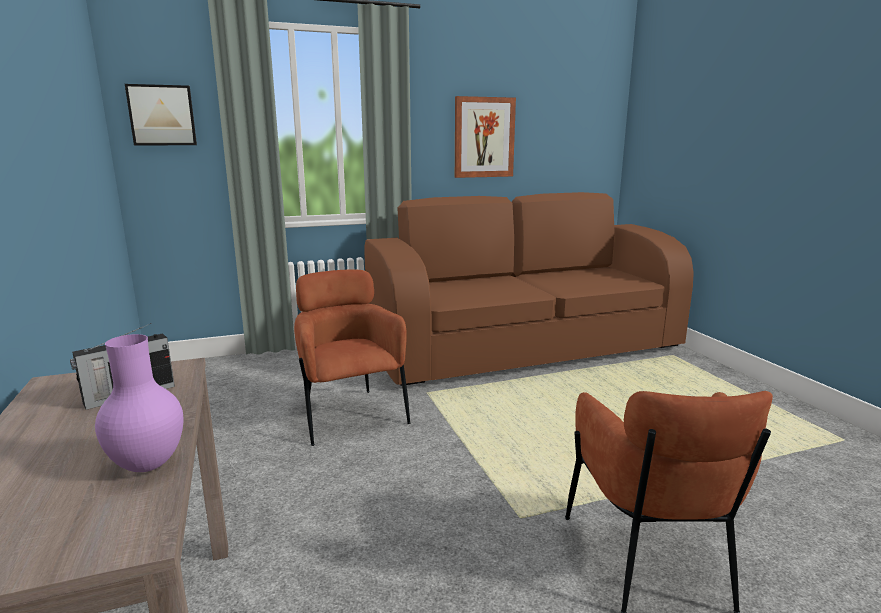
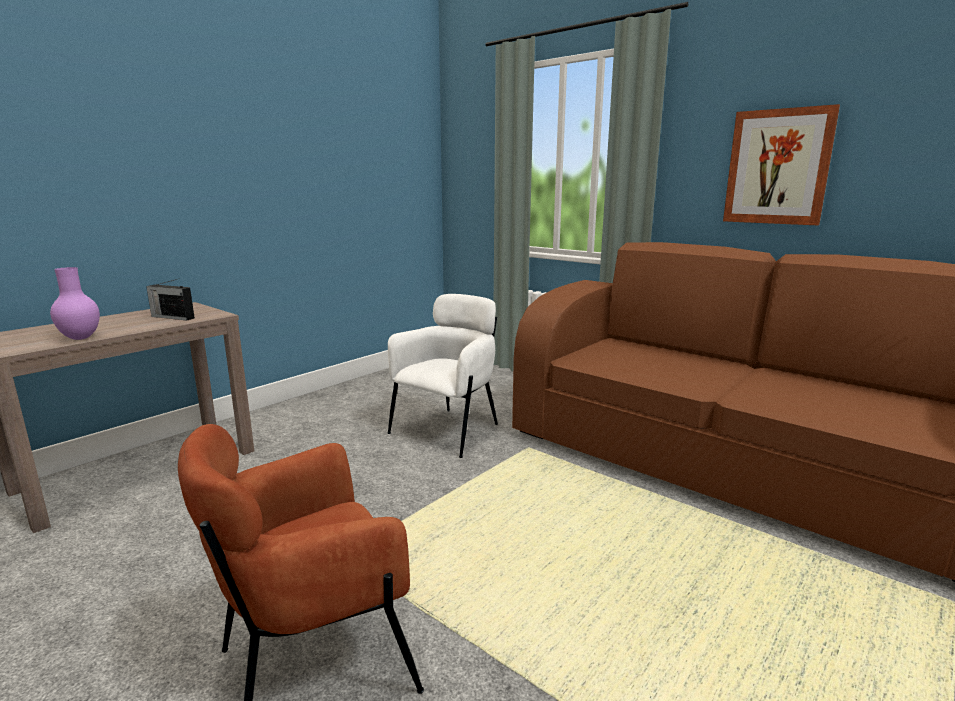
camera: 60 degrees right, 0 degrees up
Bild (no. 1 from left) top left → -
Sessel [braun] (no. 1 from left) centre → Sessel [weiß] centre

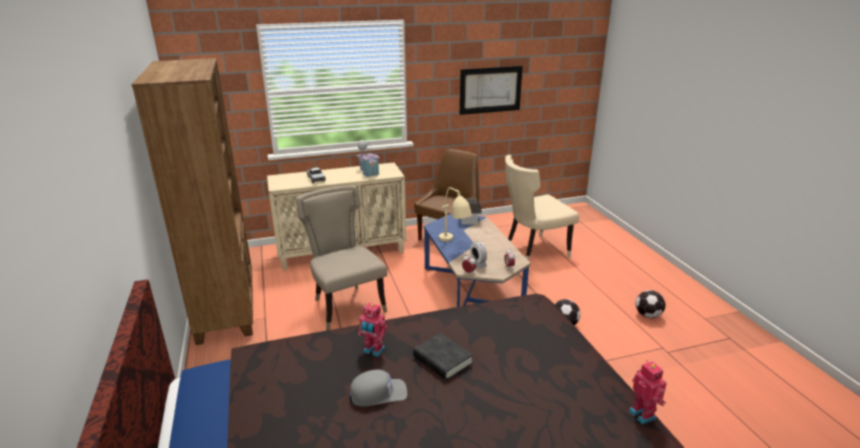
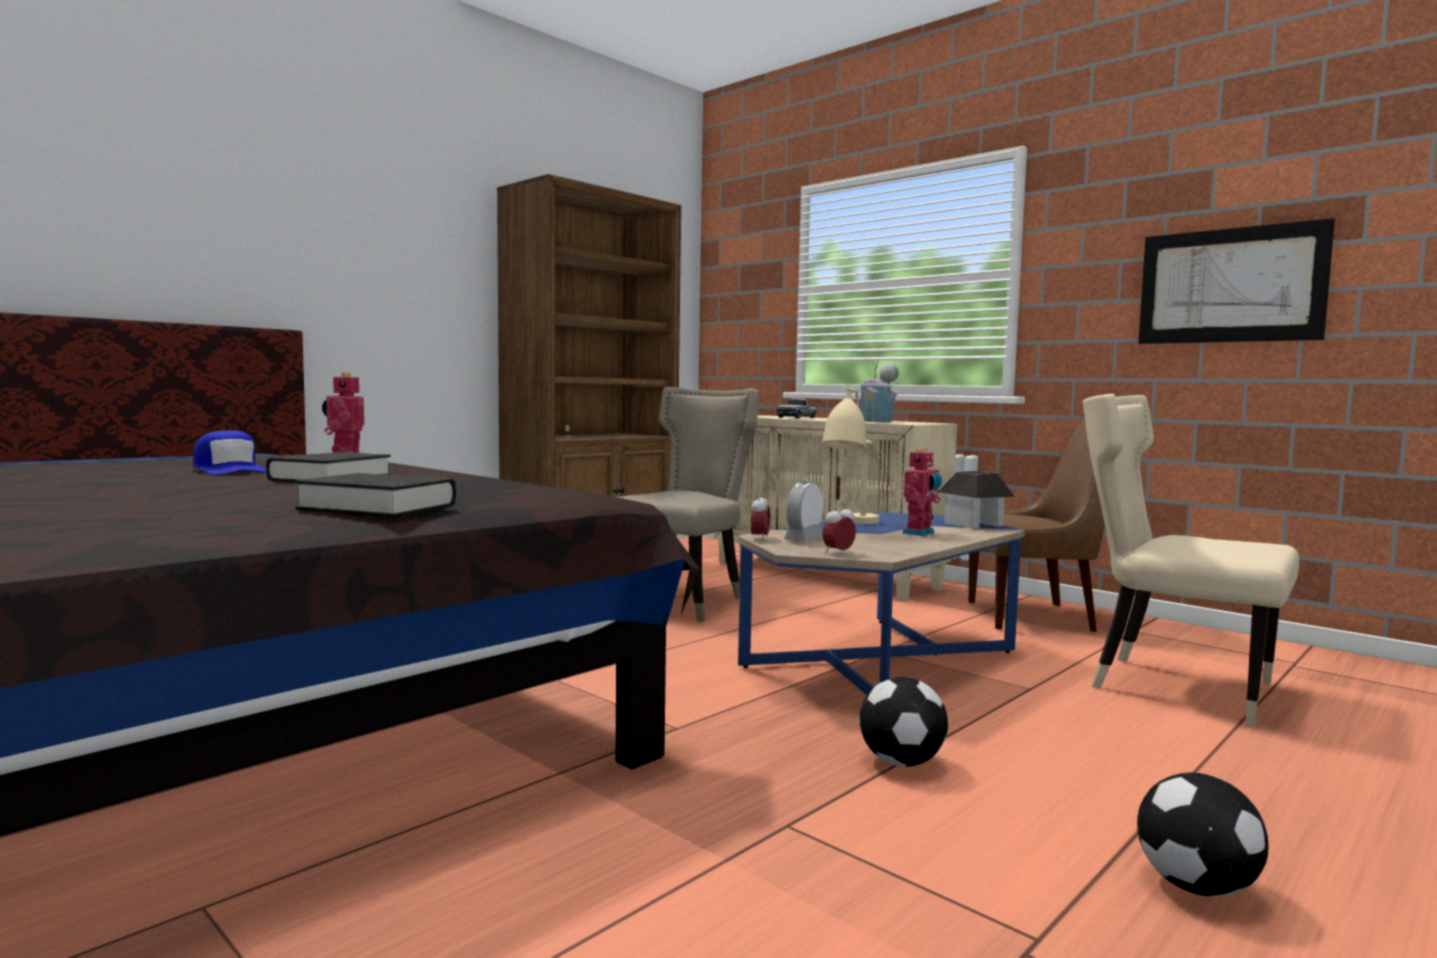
camera: 60 degrees right, 20 degrees down
Spielzeugroboter (no. 2 from left) bottom right → Spielzeugroboter (no. 2 from left) centre, shifted
Kappe [grau] bottom centre → Kappe [blau] middle left
- → Buch [schwarz] (no. 2 from left) middle left

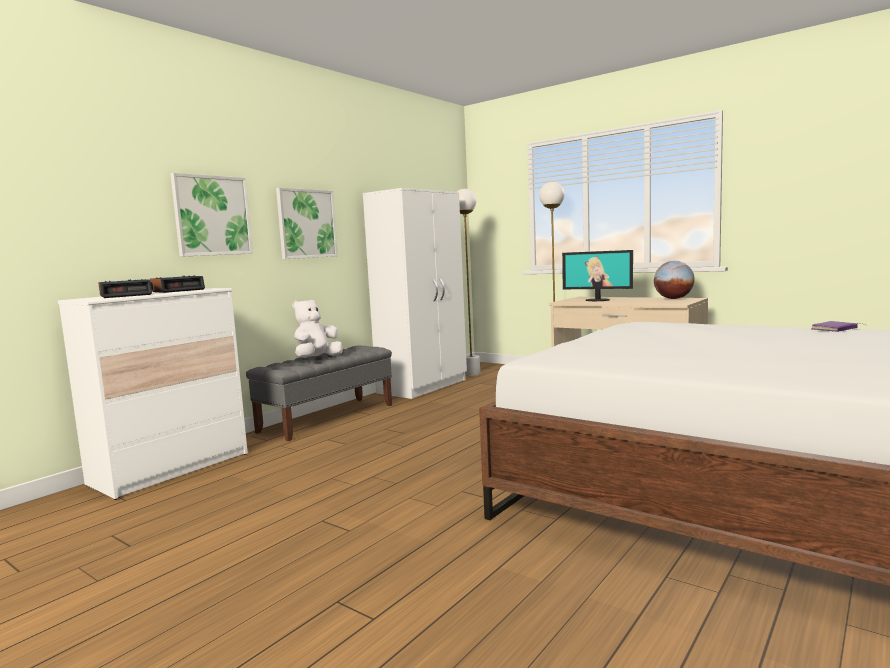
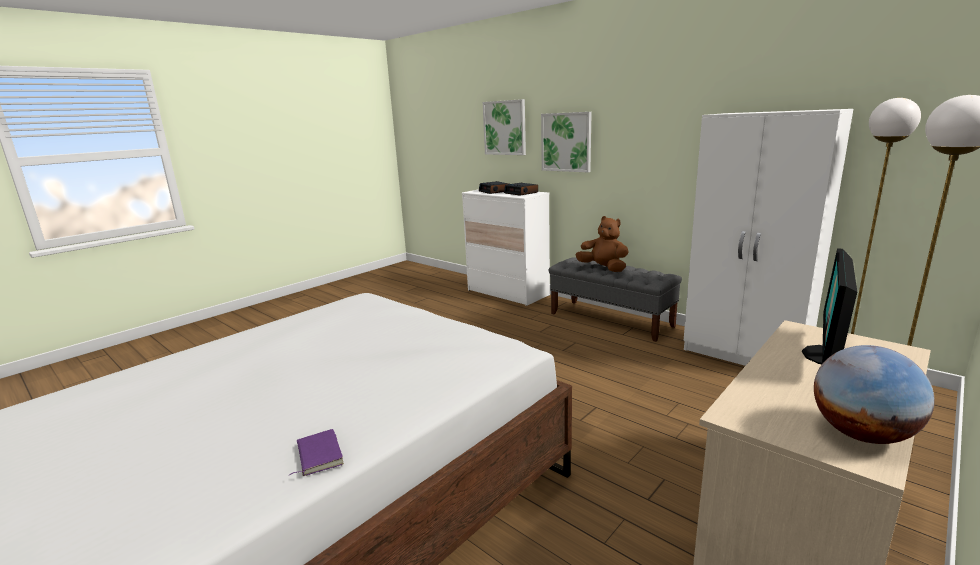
camera: 95 degrees right, 10 degrees up
Bild (no. 2 from left in the first image) centre → Bild (no. 1 from left) top centre, shifted
Plüschtier [weiß] centre → Plüschtier [braun] centre

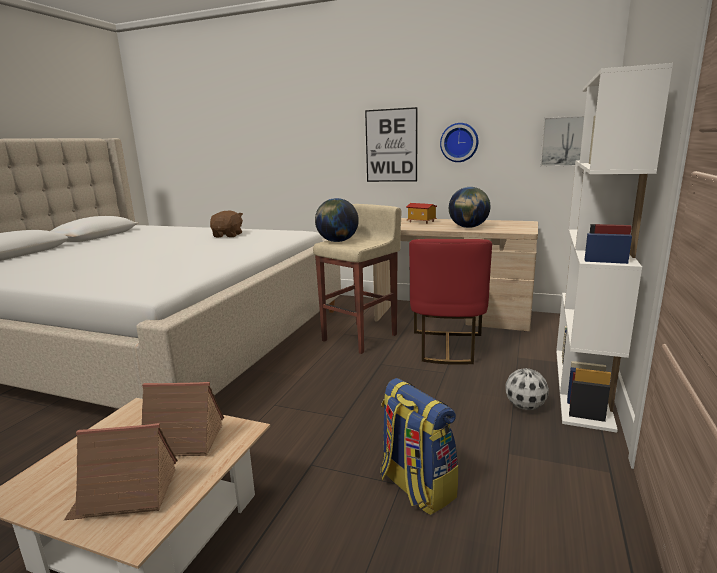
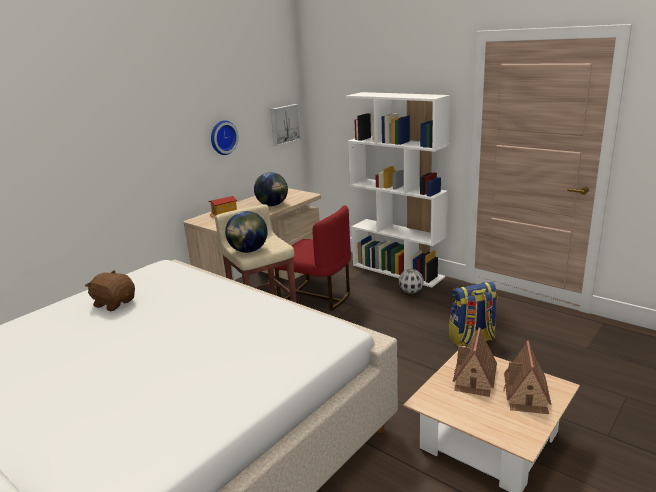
camera: 70 degrees left, 5 degrees up
Bild (no. 1 from left) top centre → -

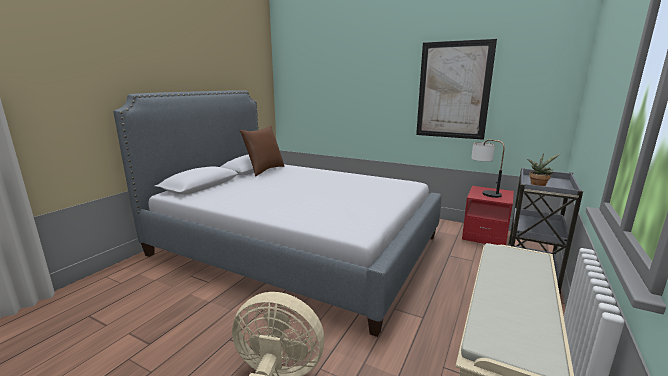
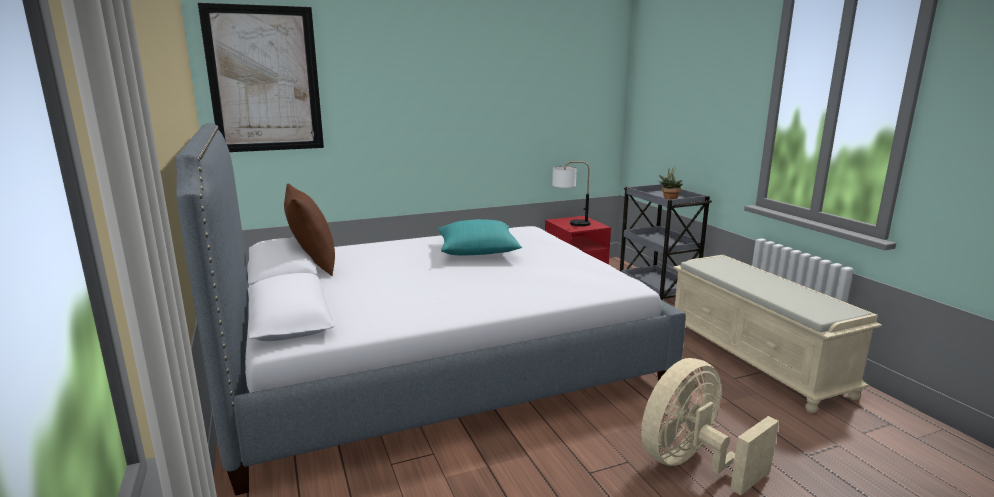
camera: 50 degrees left, 0 degrees up
Bild top right → Bild top left, shifted
- → Kissen [türkis] centre

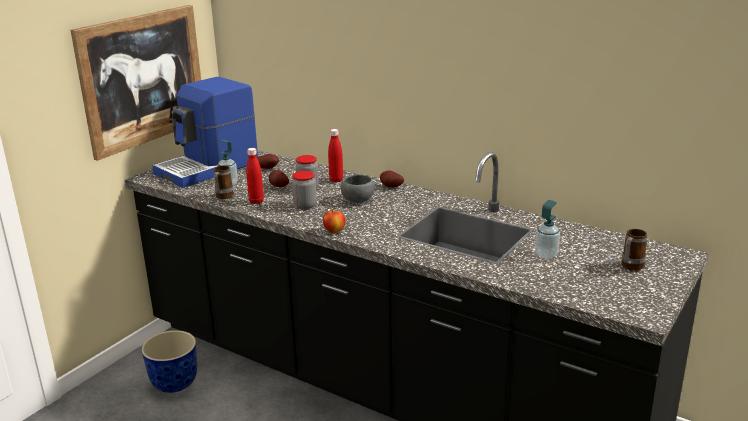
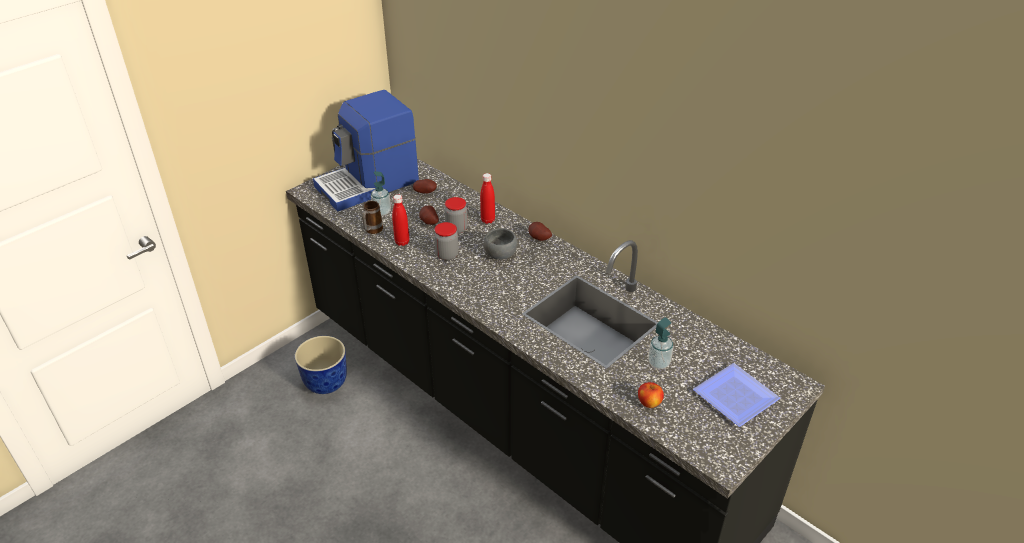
camera: 10 degrees right, 15 degrees up
Bild top left → -
Apfel centre → Apfel bottom centre, shifted
Henkelbecher (no. 2 from left) middle right → Teller bottom right

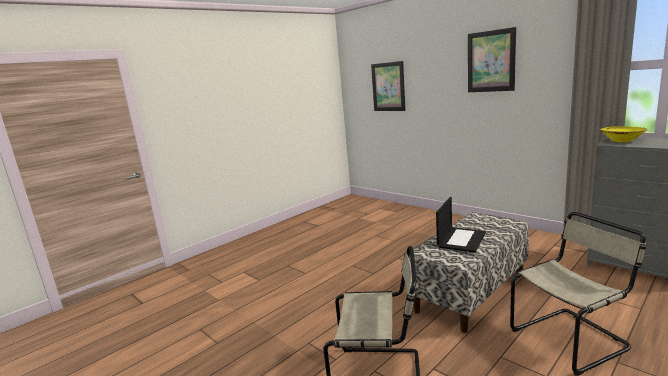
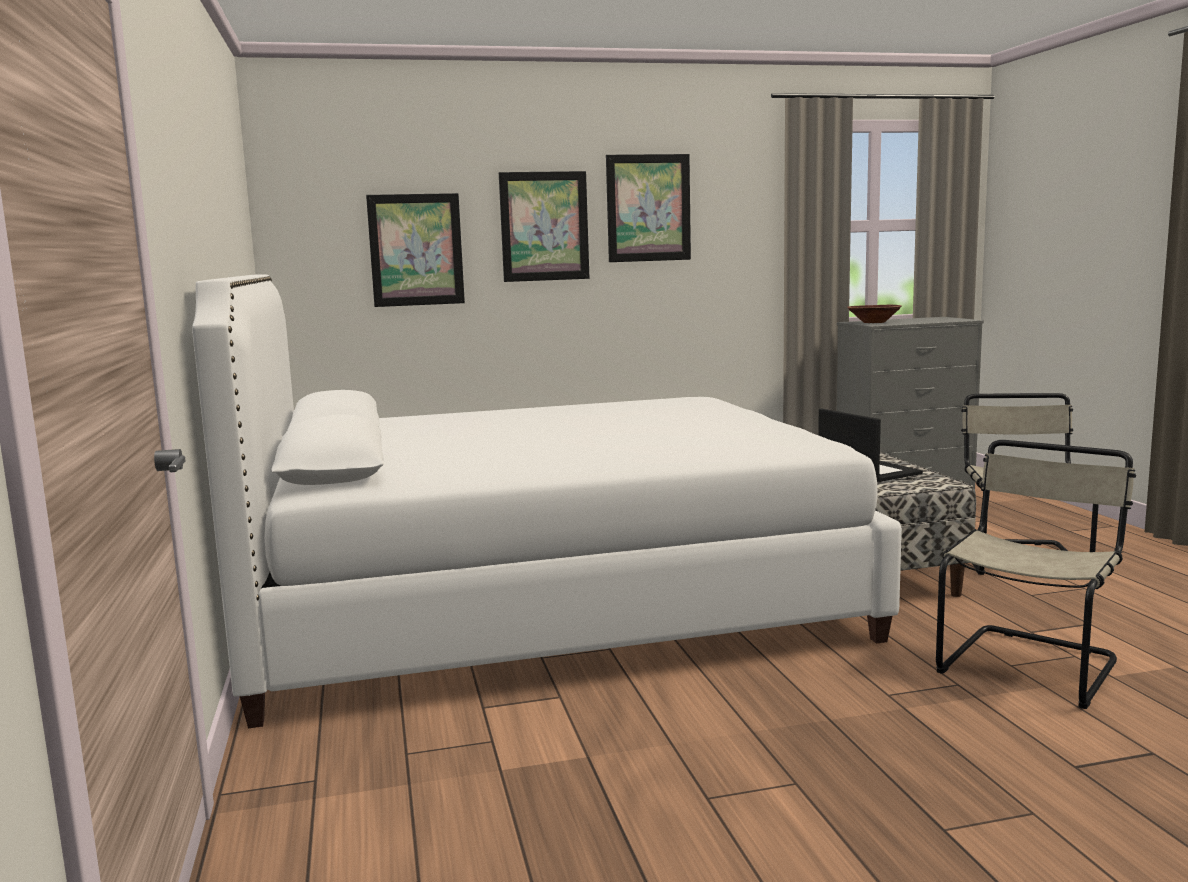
camera: 60 degrees left, 5 degrees down
Schüssel [gelb] middle right → Schüssel [braun] middle right
- → Bild (no. 2 from left) top centre
- → Bett [weiß] centre

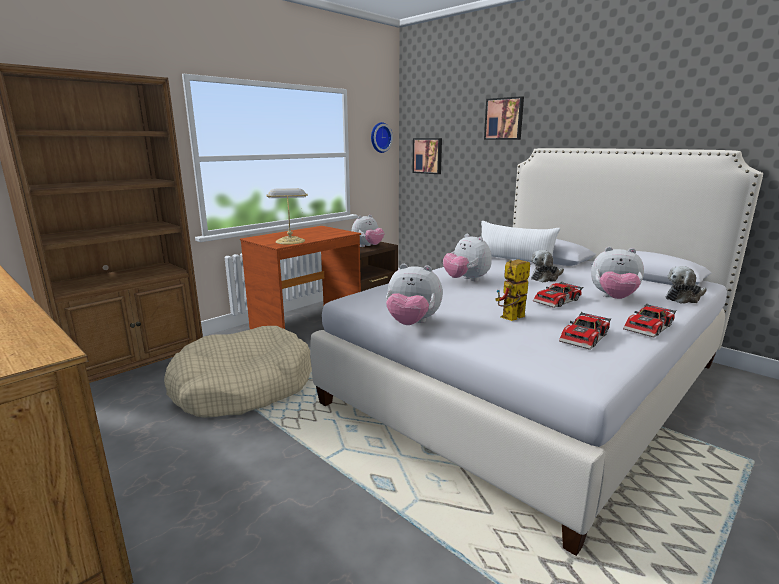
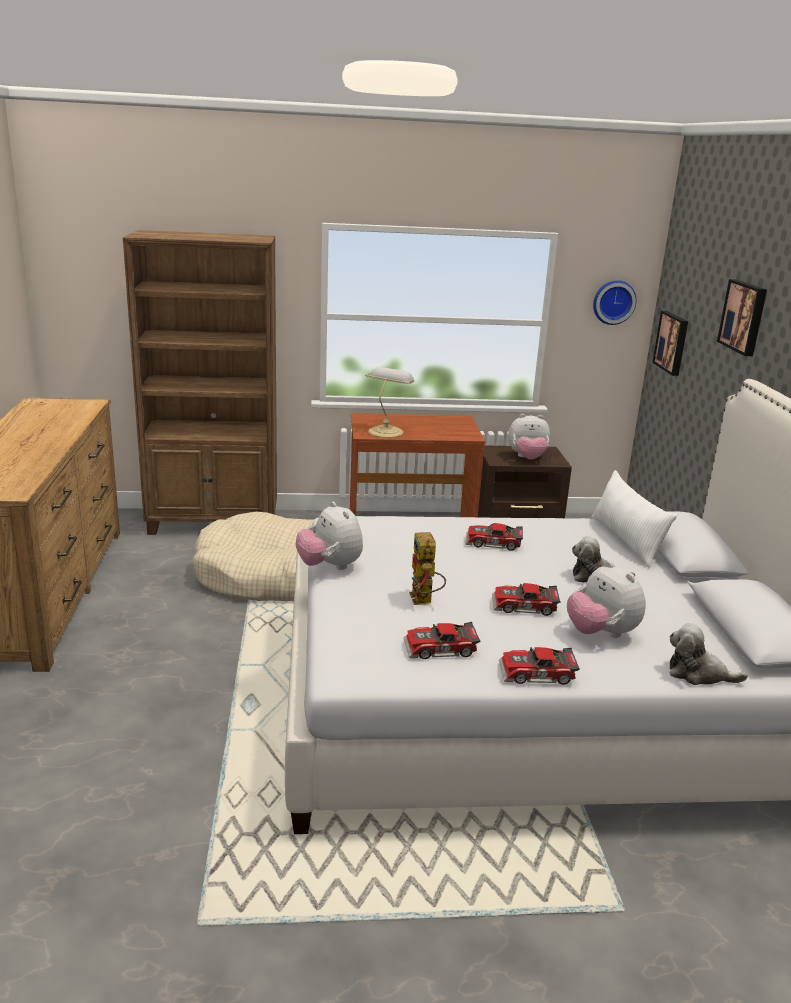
camera: 40 degrees right, 5 degrees up
Plüschtier (no. 3 from left) centre → Spielzeugauto (no. 2 from left) centre
Spielzeugroboter centre, 105 degrees counterclockwise

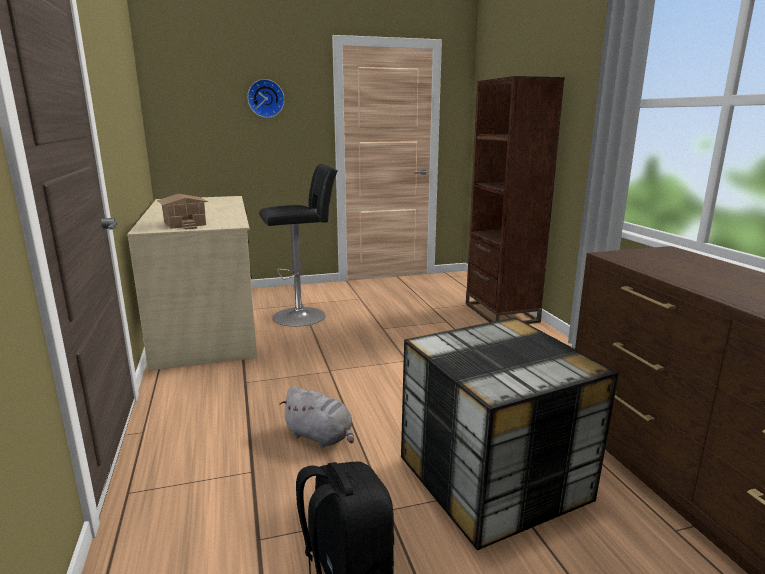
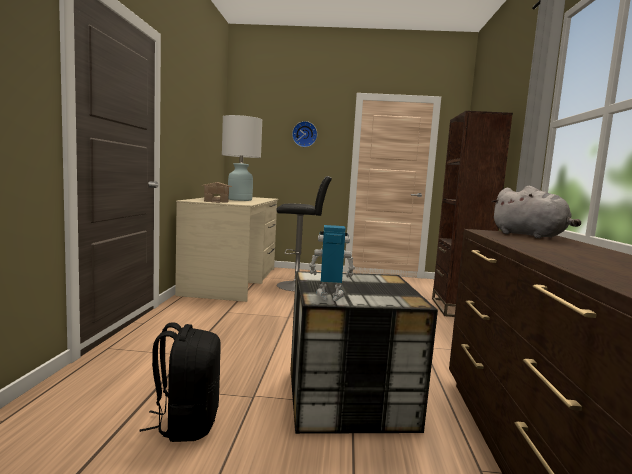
camera: 20 degrees right, 10 degrees down
Plüschtier [grau] bottom centre → Plüschtier [grau] middle right, shifted
- → Tischlampe [weiß] centre
- → Spielzeugroboter centre

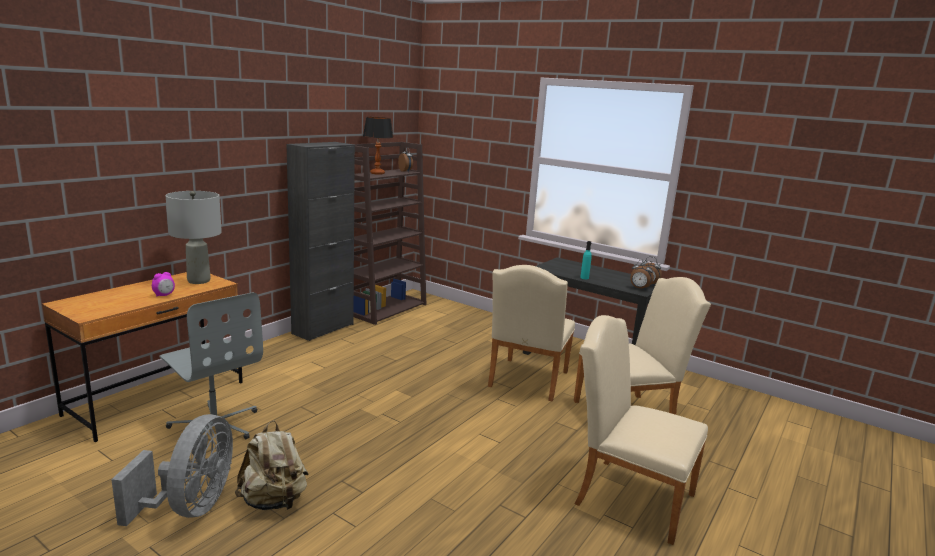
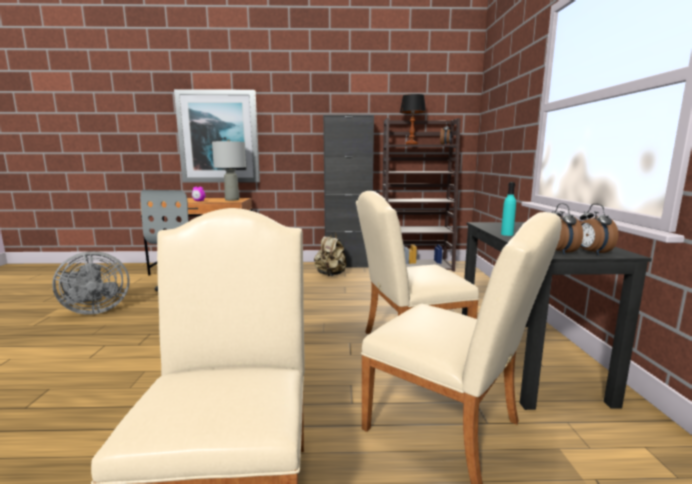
camera: 55 degrees right, 5 degrees down
Rucksack [beige] bottom left → Rucksack [beige] centre, shifted
- → Bild top left

